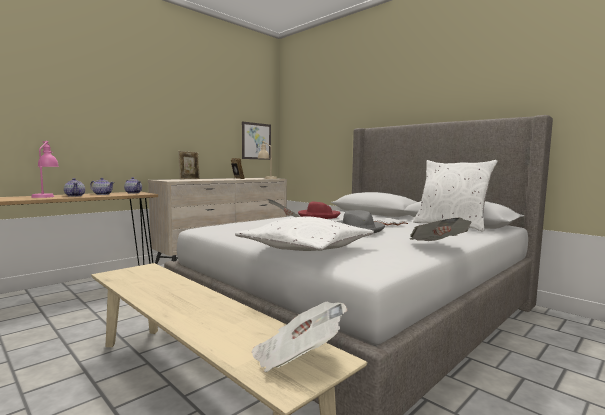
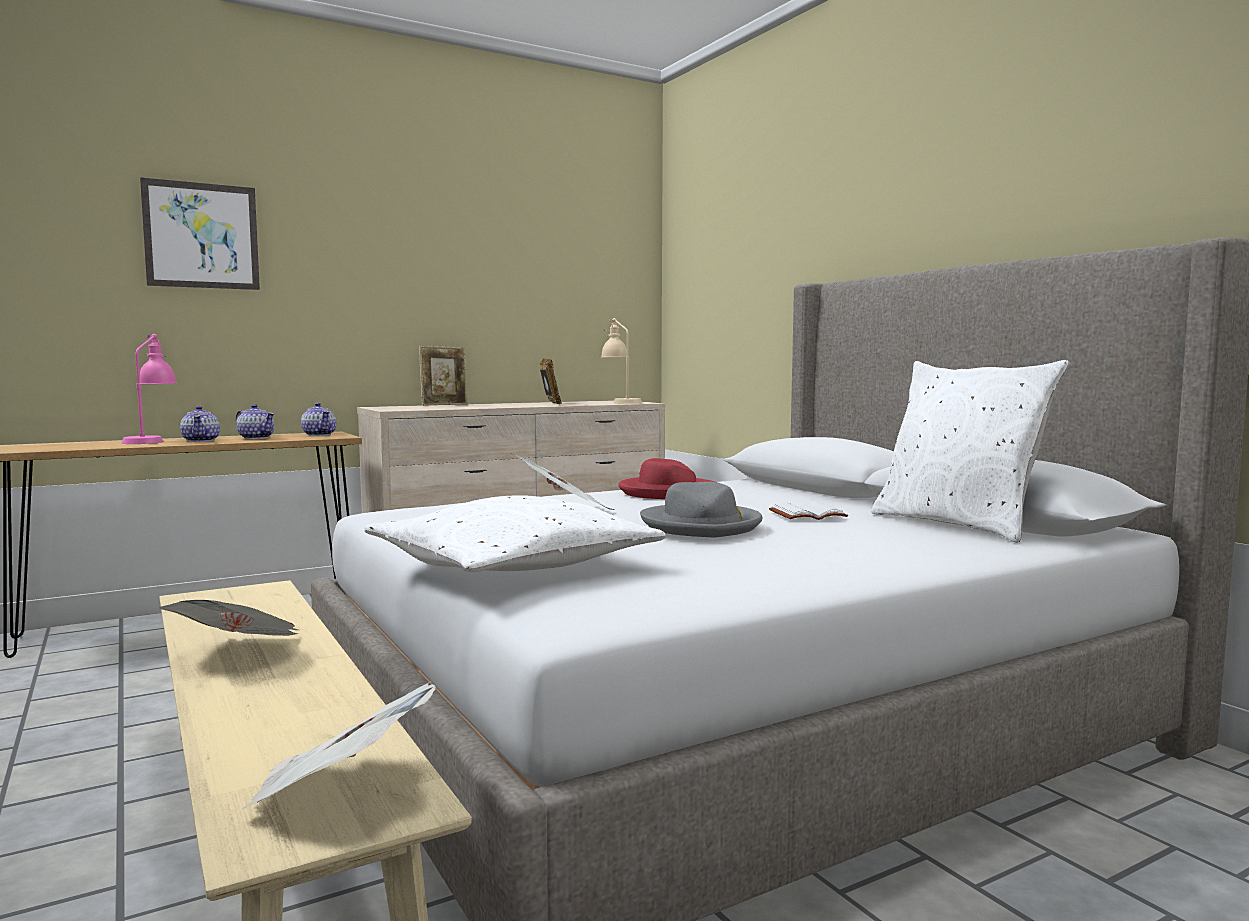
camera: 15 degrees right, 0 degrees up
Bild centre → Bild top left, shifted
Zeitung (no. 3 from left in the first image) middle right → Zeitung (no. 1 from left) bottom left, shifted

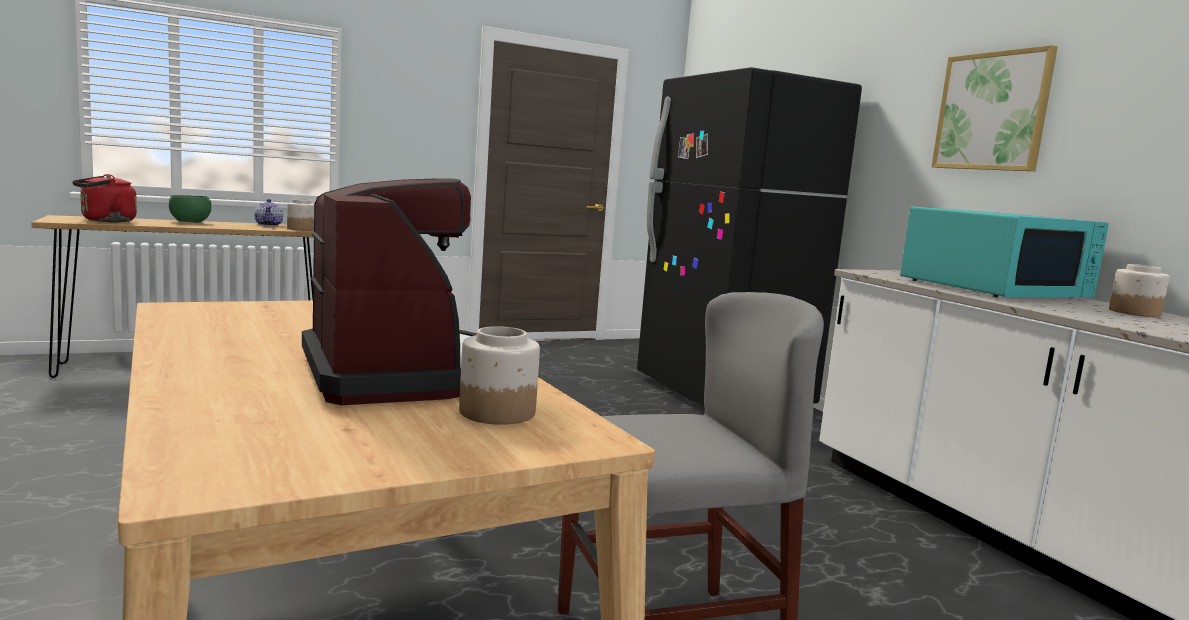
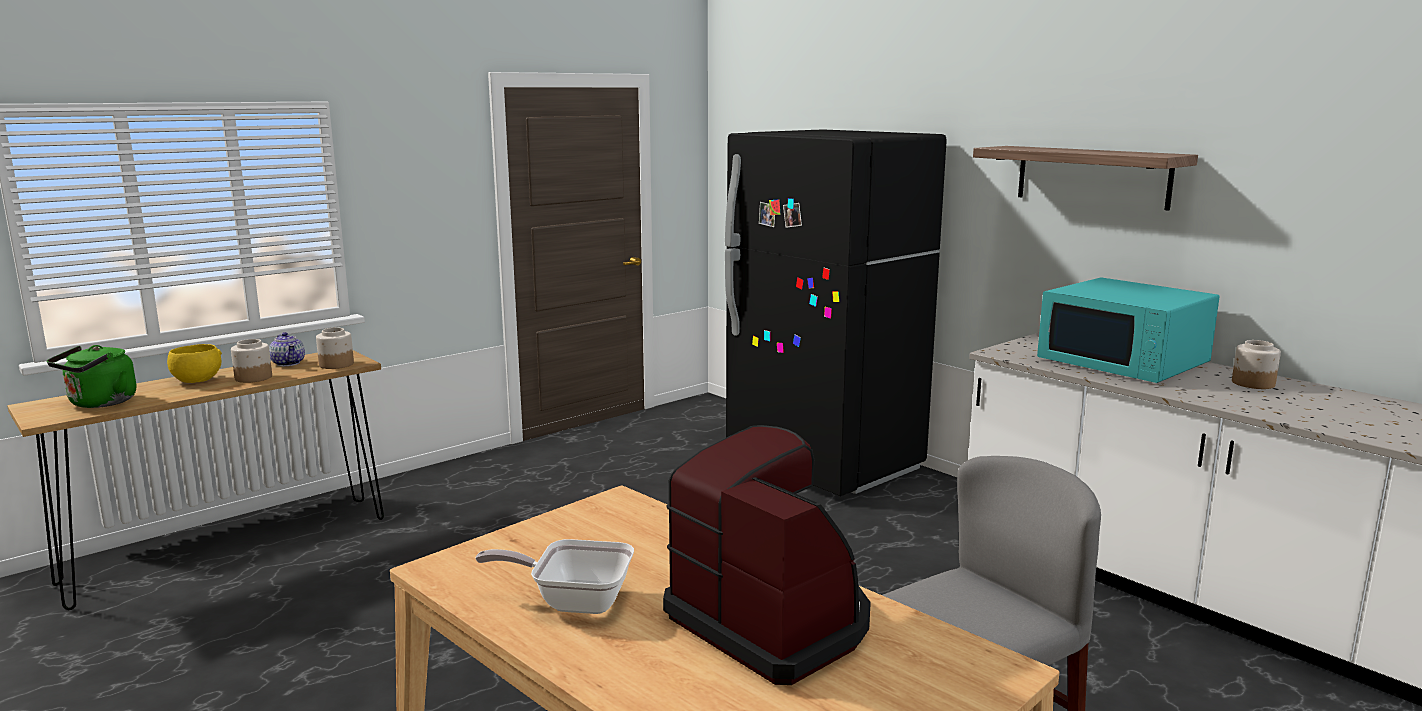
camera: 15 degrees left, 5 degrees up
Bild top right → Wandregal top right
Wasserkessel [rot] top left → Wasserkessel [grün] middle left
Schüssel [grün] middle left → Schüssel [gelb] middle left
Mikrowelle [türkis] middle right, 90 degrees clockwise
Vorratsglas (no. 2 from left in the first image) centre → Vorratsglas (no. 1 from left) middle left, shifted
- → Pfanne bottom centre

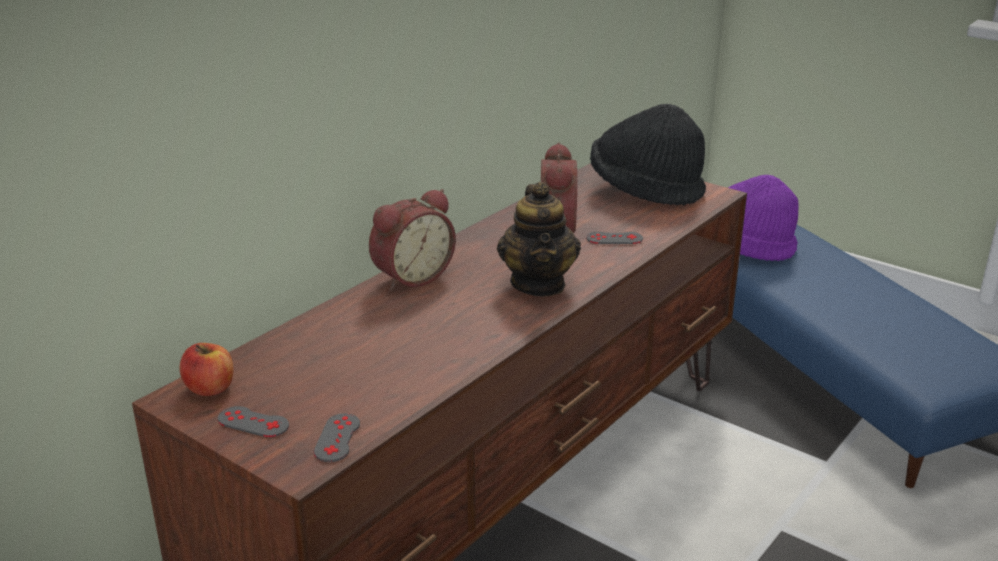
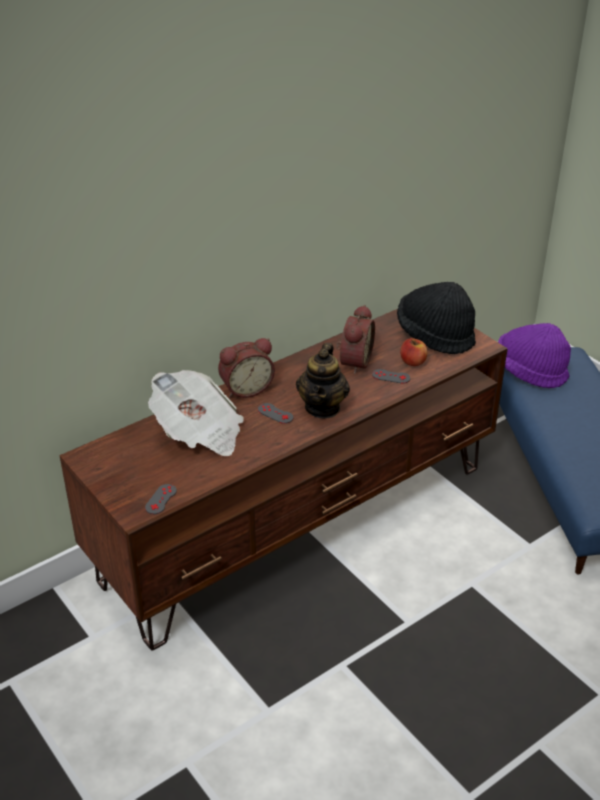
camera: 15 degrees right, 10 degrees up
Apfel middle left → Apfel middle right, shifted
Gamepad [grau] (no. 1 from left in the first image) bottom left → Gamepad [grau] (no. 2 from left) centre, shifted
- → Zeitung middle left

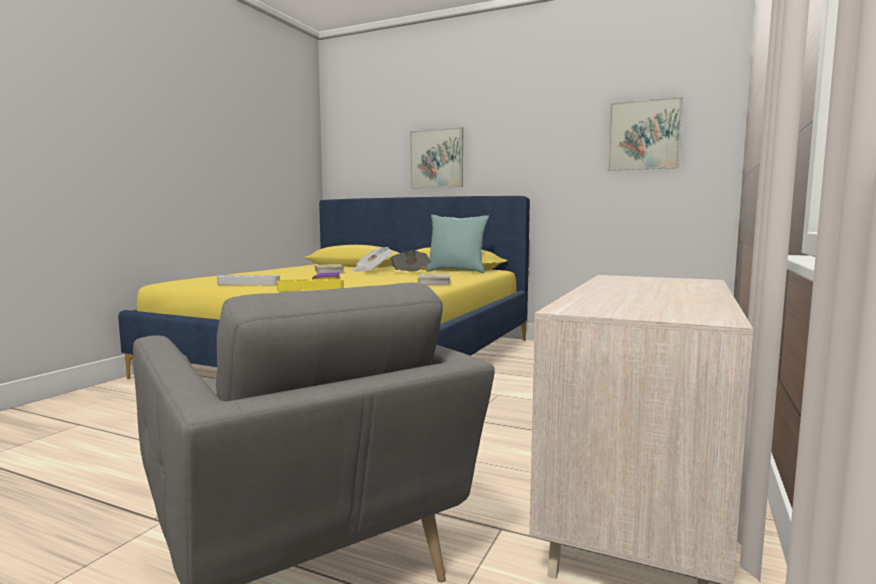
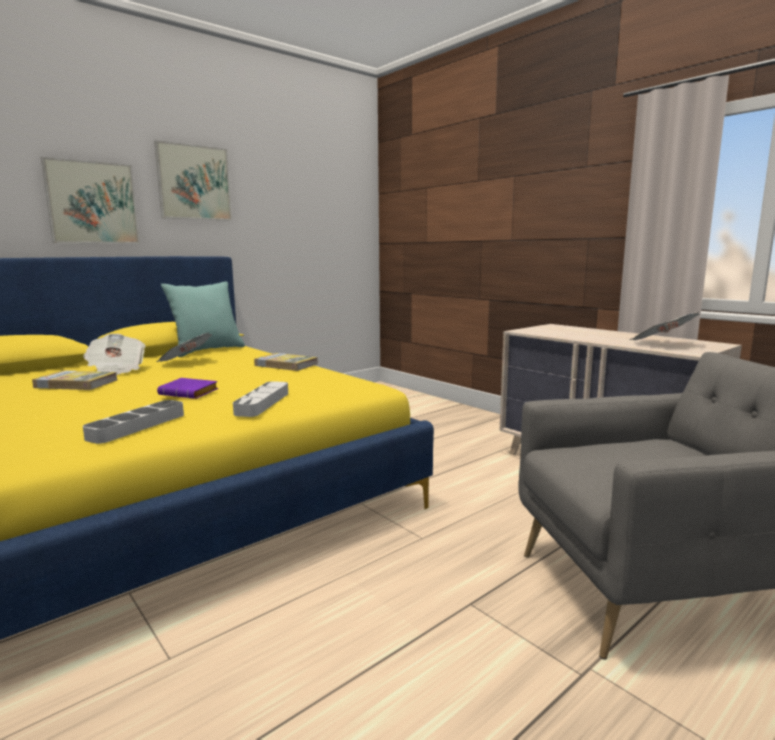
camera: 65 degrees left, 5 degrees up
Bild (no. 2 from left) top right → Bild (no. 2 from left) top left, shifted
Tablett [gelb] centre → Tablett [grau] (no. 2 from left) centre
- → Zeitung (no. 3 from left) middle right

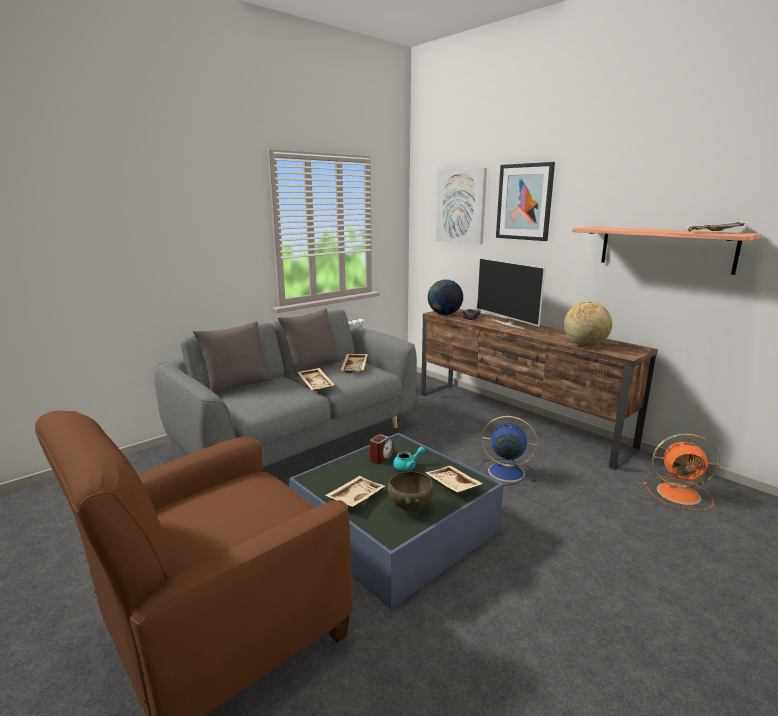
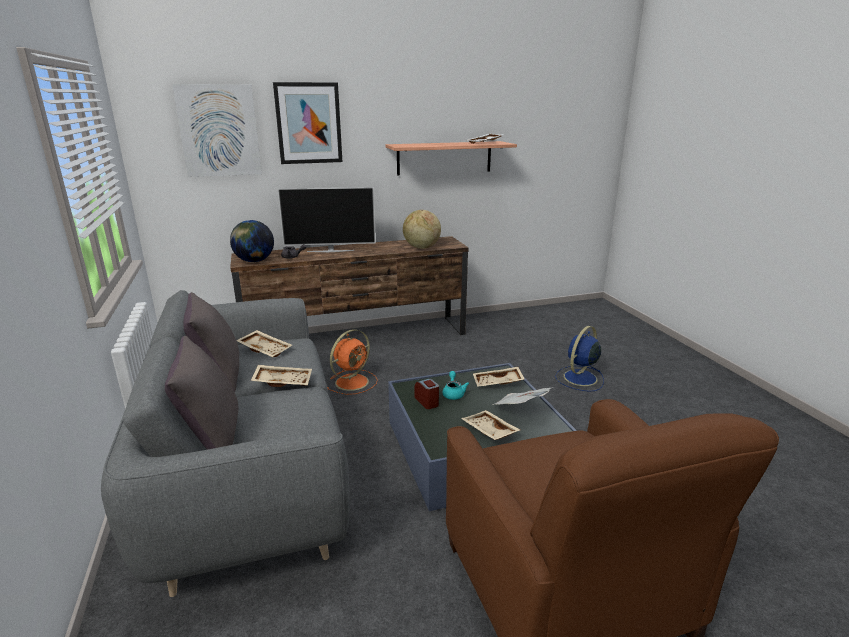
camera: 65 degrees left, 5 degrees up
Ventilator [blau] centre → Ventilator [blau] middle right, shifted
Ventilator [orange] middle right → Ventilator [orange] centre, shifted
Schüssel [braun] bottom centre → Zeitung centre

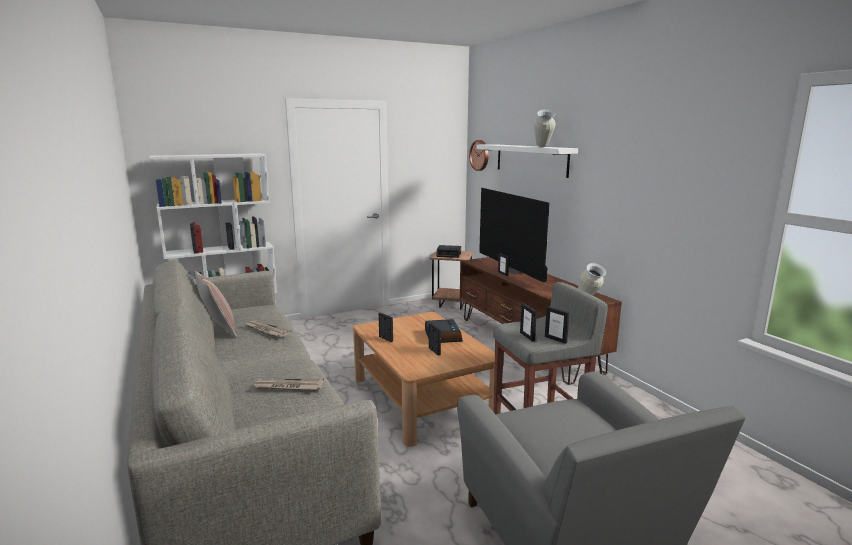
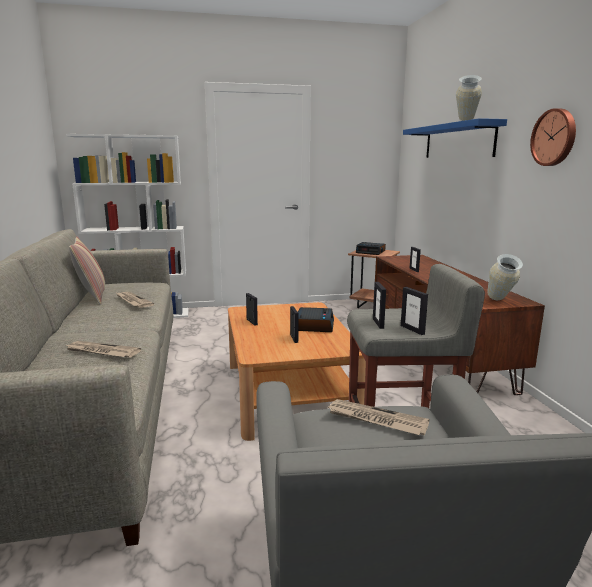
camera: 15 degrees right, 0 degrees up
Wanduhr top centre → Wanduhr top right, shifted
Wandregal [weiß] top centre → Wandregal [blau] top right
Fernseher centre → -
- → Zeitung (no. 3 from left) bottom centre

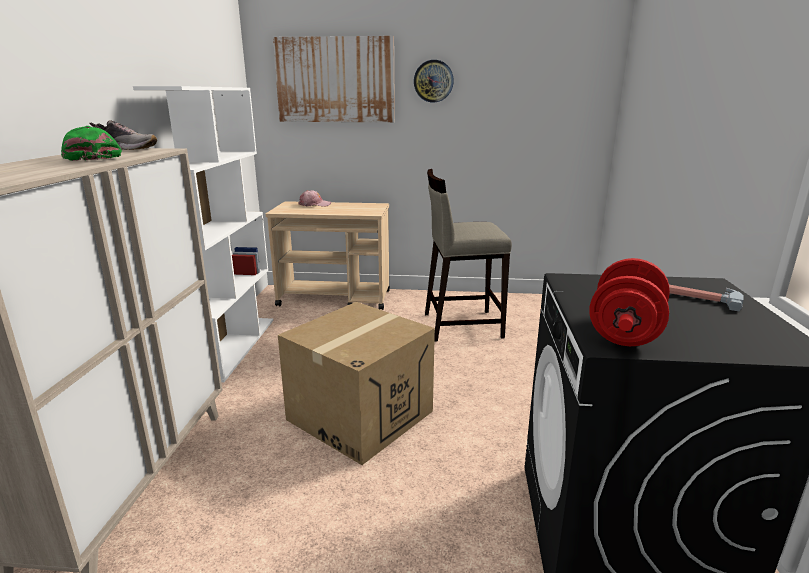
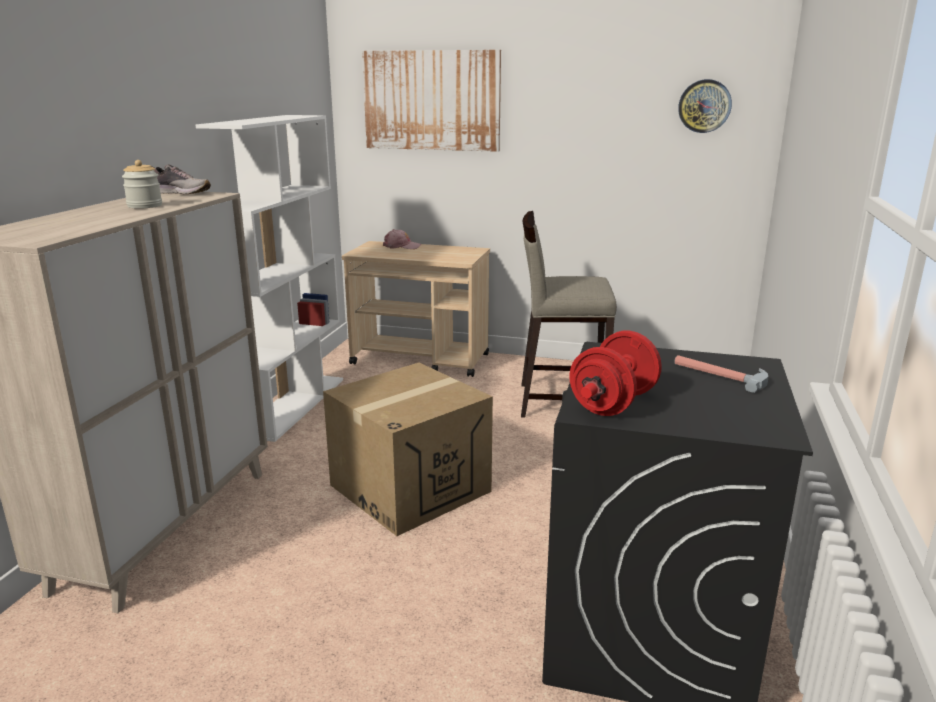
camera: 10 degrees right, 0 degrees up
Wanduhr top centre → Wanduhr top right, shifted
Kappe [grün] top left → Vorratsglas top left

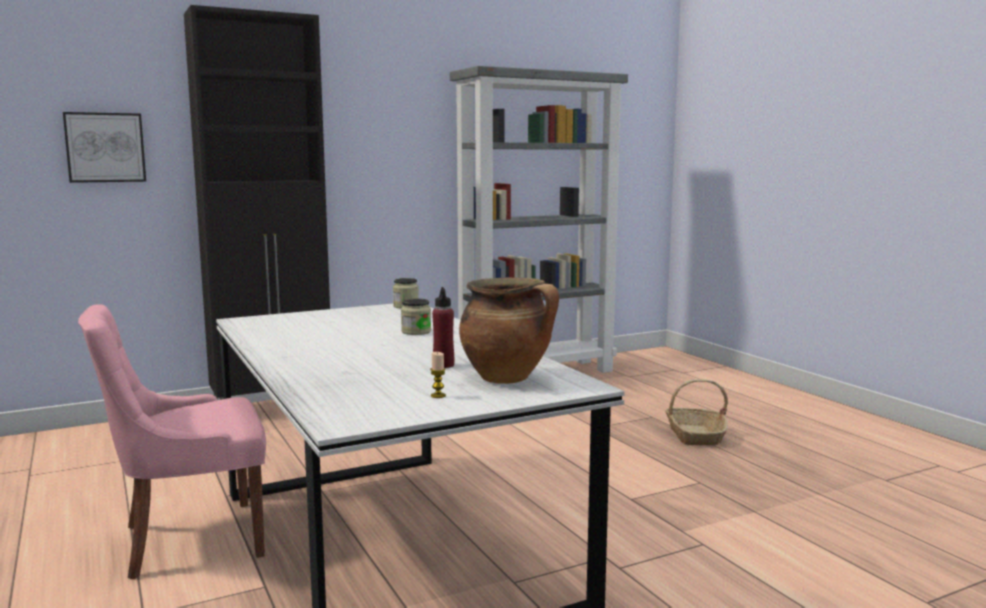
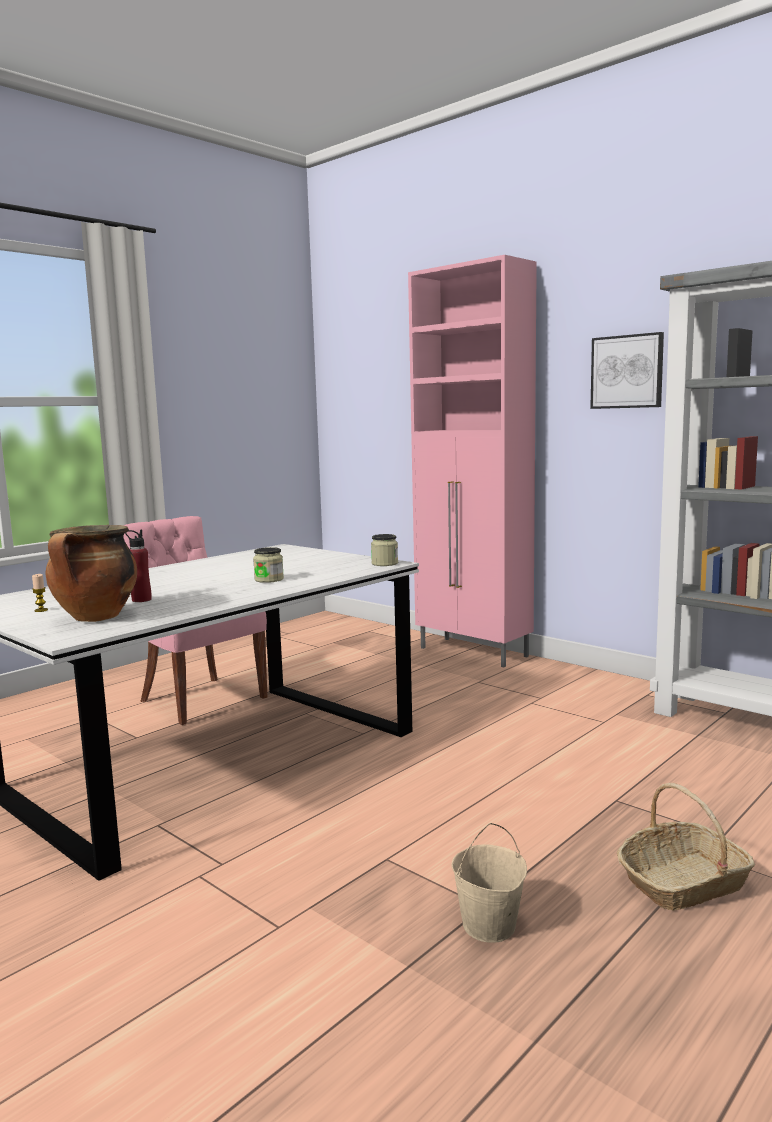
camera: 70 degrees right, 0 degrees up
Schrank [schwarz] top left → Schrank [rosa] centre
Bild top left → Bild top right, shifted
- → Eimer [beige] bottom centre

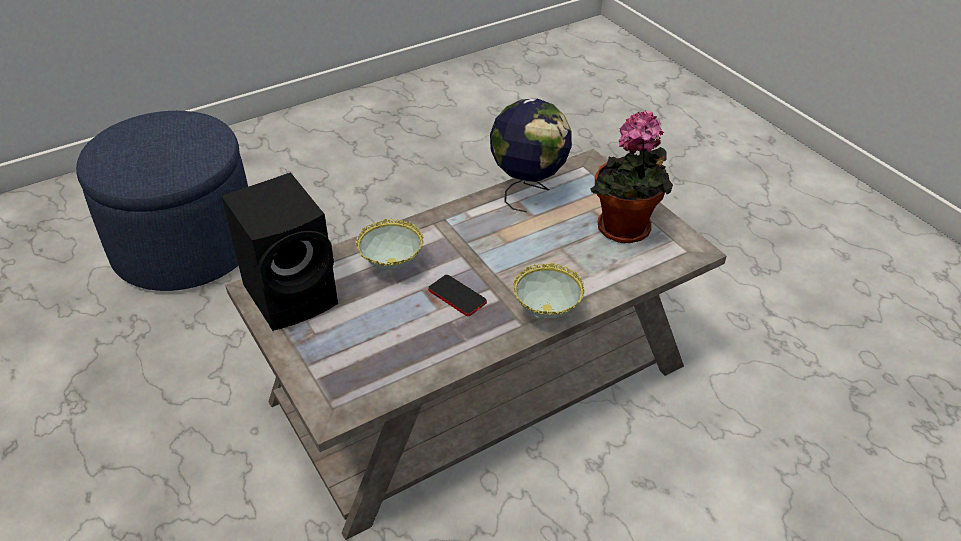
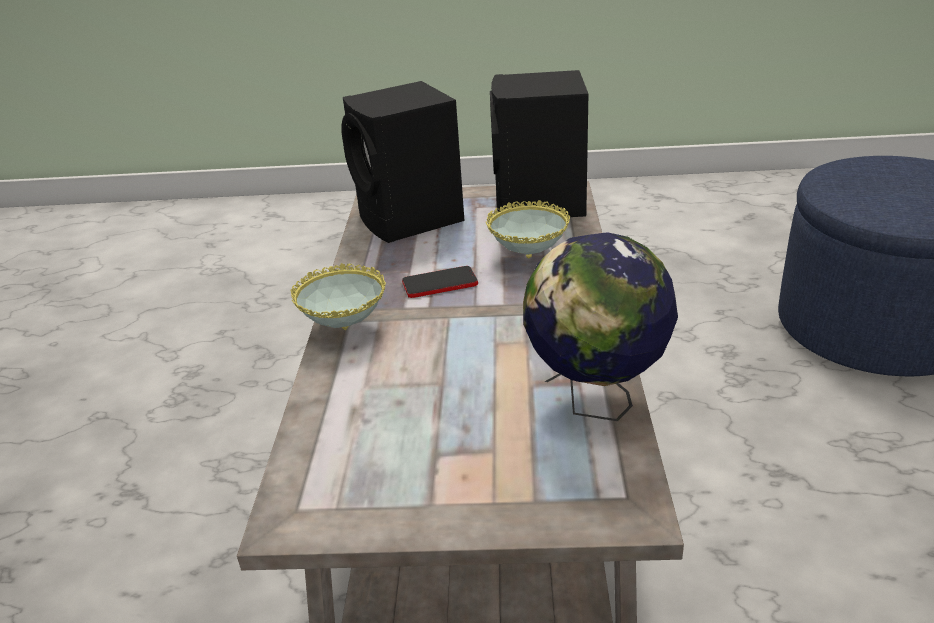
camera: 125 degrees right, 10 degrees down
Topfpflanze top centre → -
- → Lautsprecher [schwarz] (no. 1 from left) top centre

